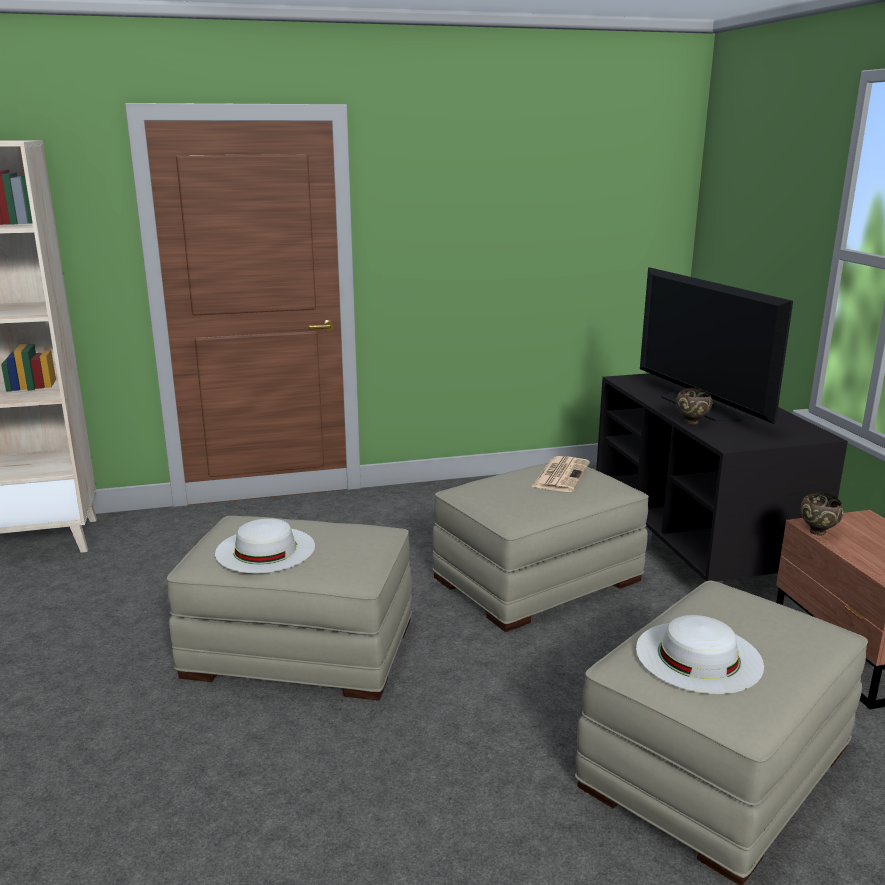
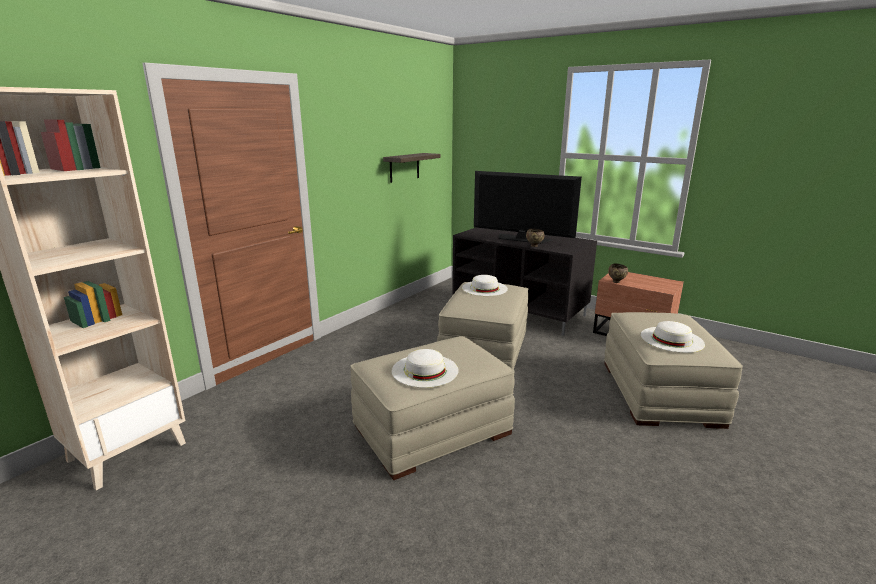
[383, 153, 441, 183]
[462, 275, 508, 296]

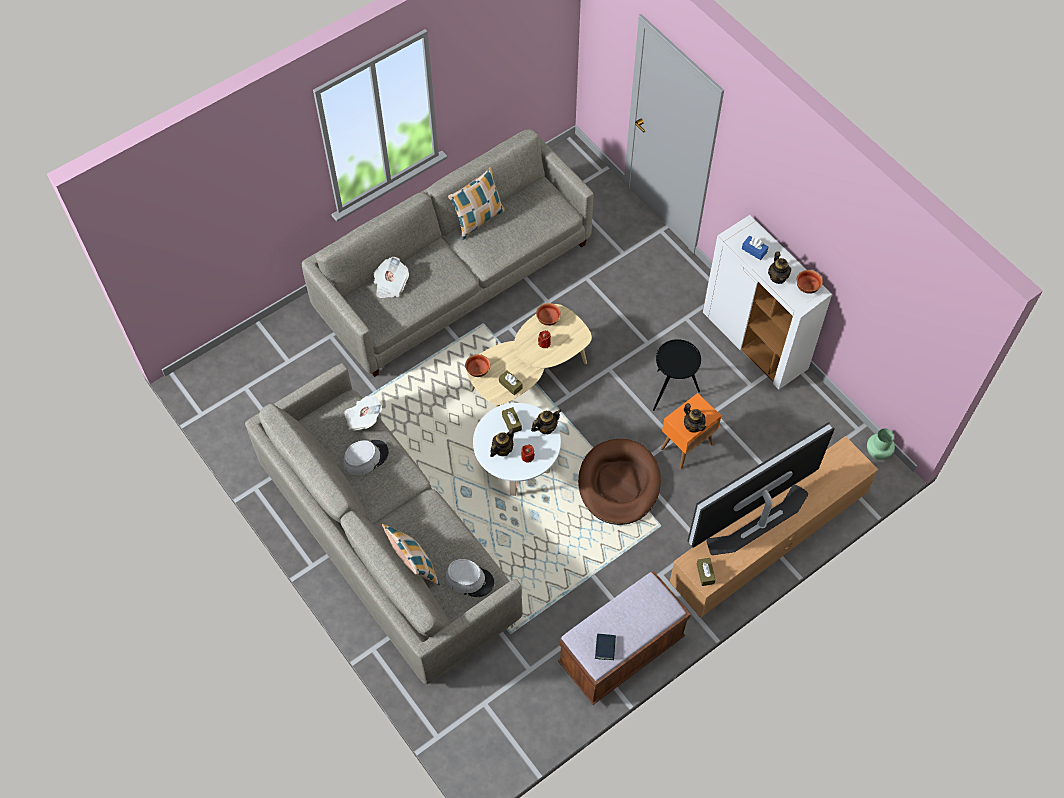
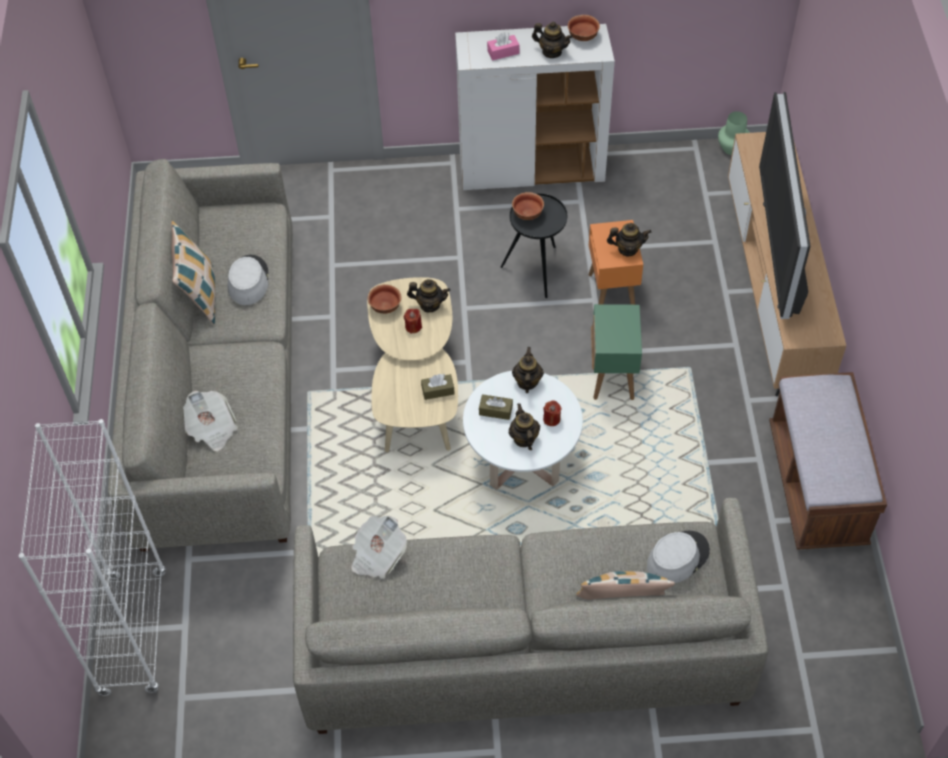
[19, 419, 166, 696]
[227, 255, 268, 305]
[407, 279, 450, 312]
[487, 32, 519, 61]
[512, 192, 544, 220]
[591, 304, 642, 400]
[595, 634, 616, 660] (first image)
[697, 558, 716, 586] (first image)

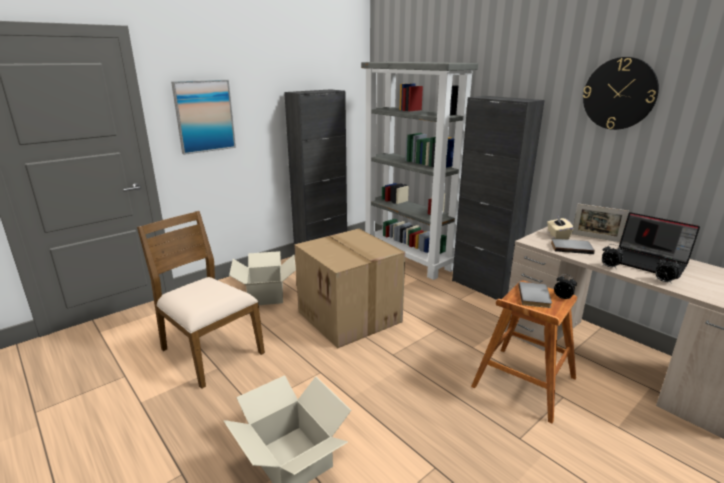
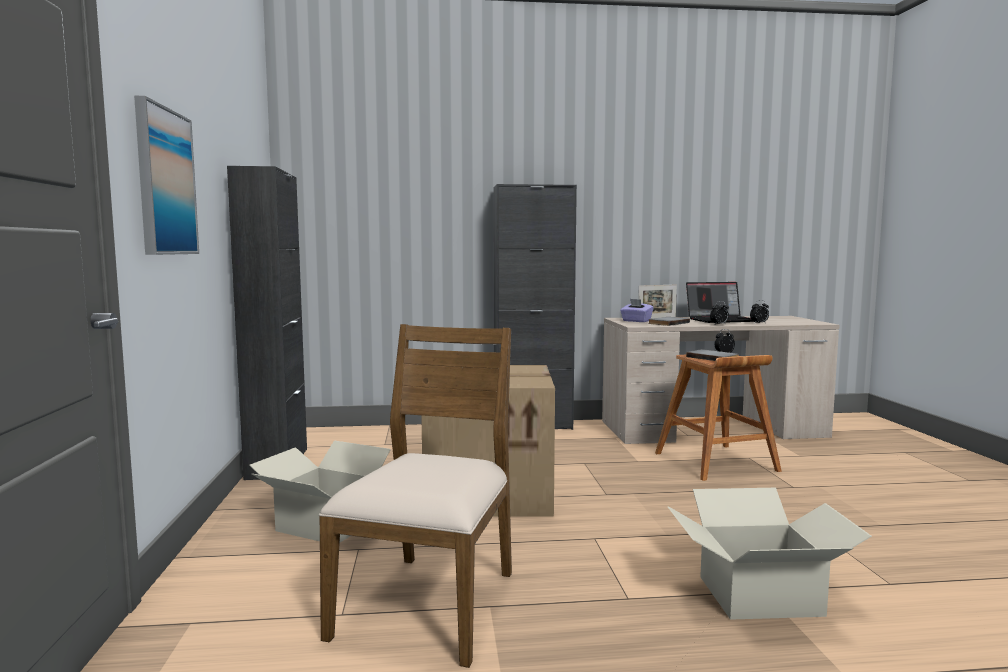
[319, 324, 512, 668]
[620, 299, 654, 322]
[361, 62, 478, 280] (first image)
[583, 57, 659, 130] (first image)

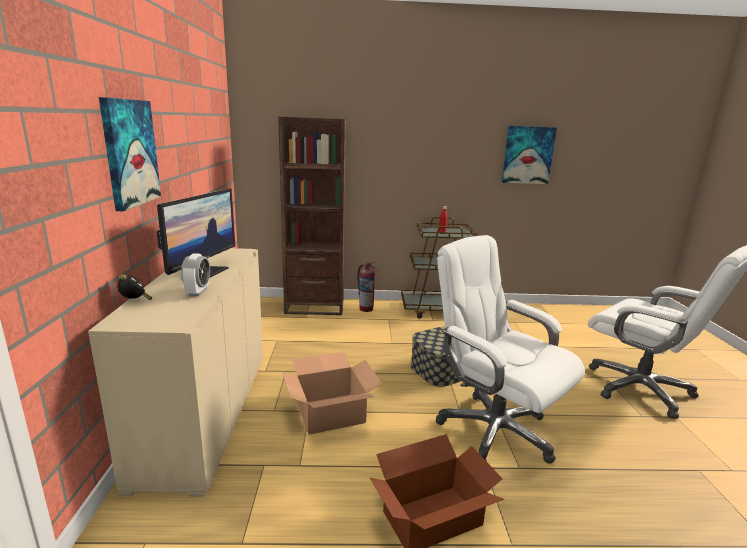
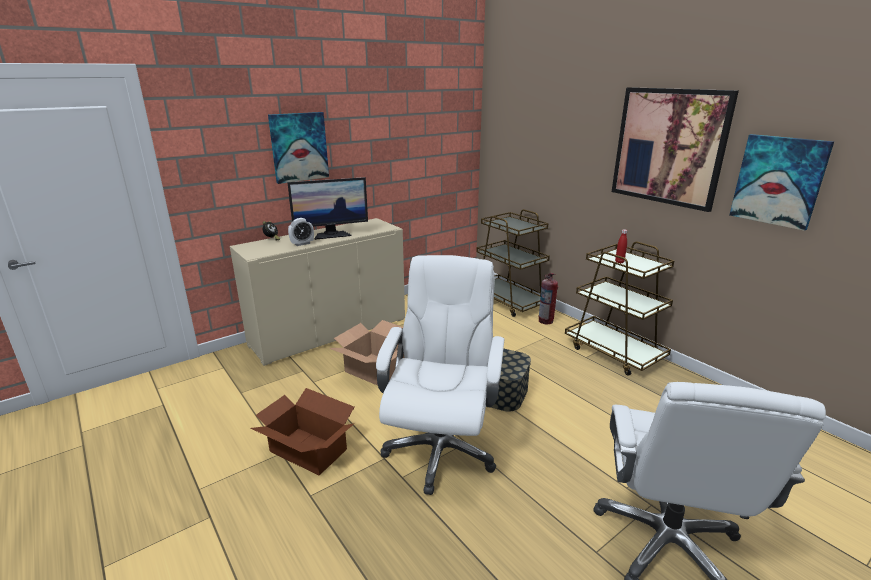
[476, 209, 550, 317]
[612, 87, 739, 212]

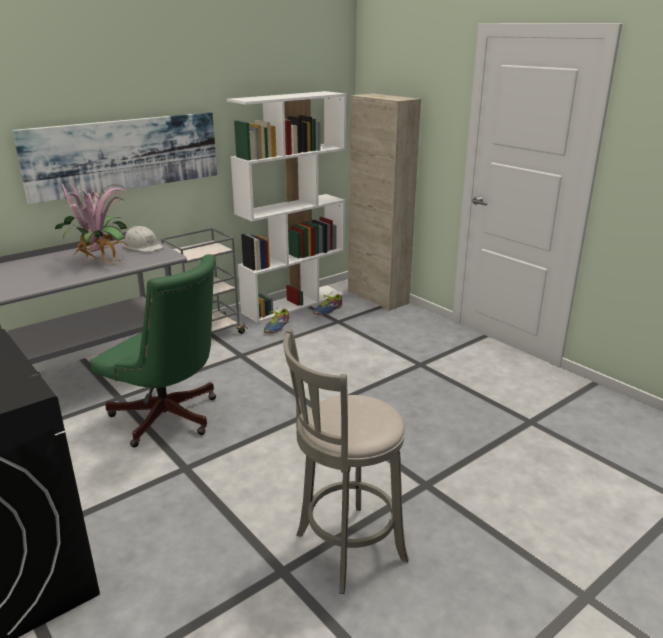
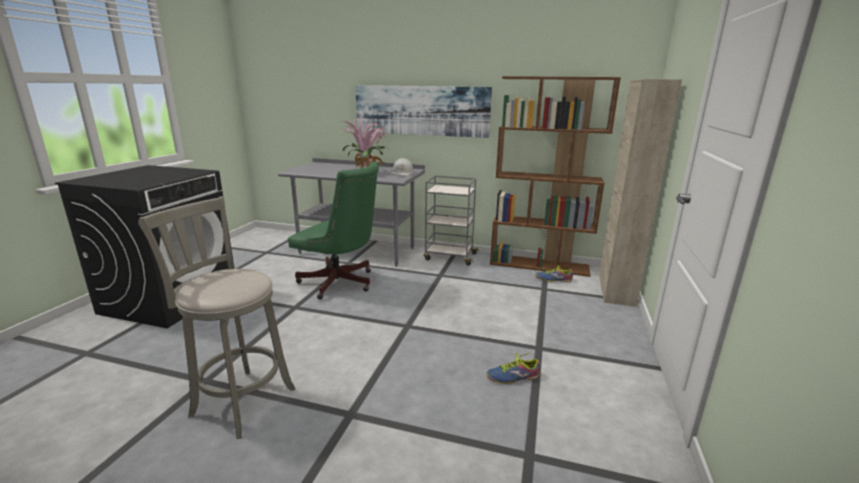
[288, 162, 379, 299]
[486, 353, 540, 384]
[490, 76, 621, 277]

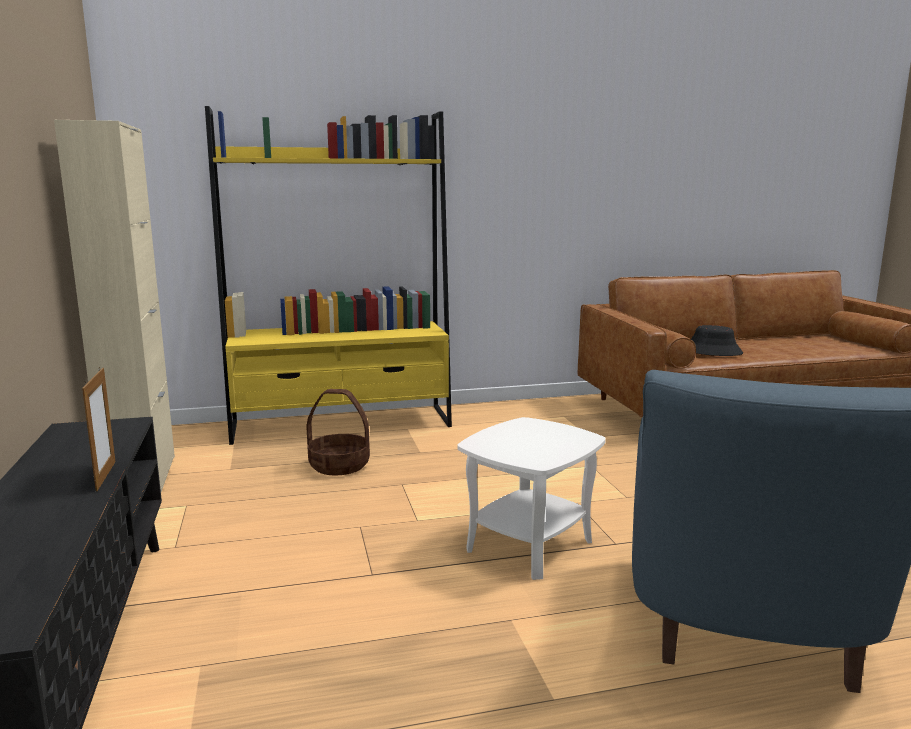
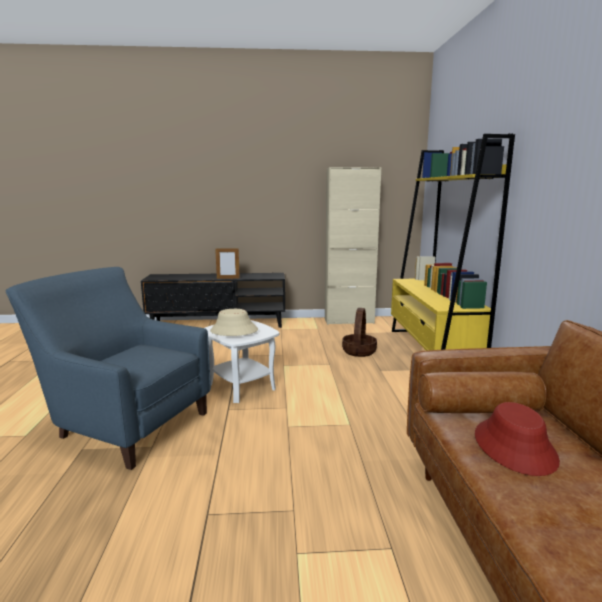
[210, 309, 258, 336]
[475, 402, 560, 476]

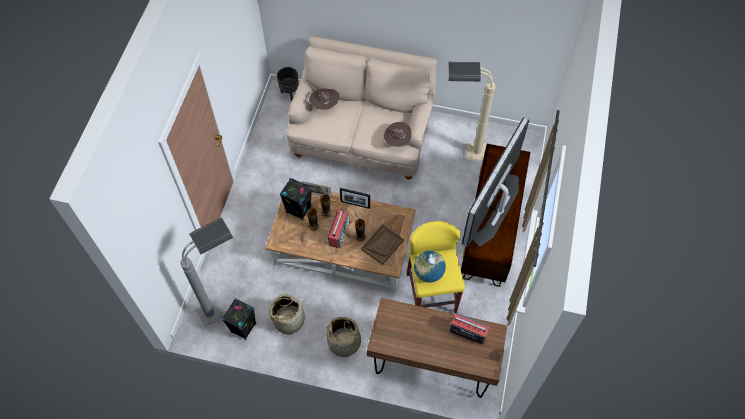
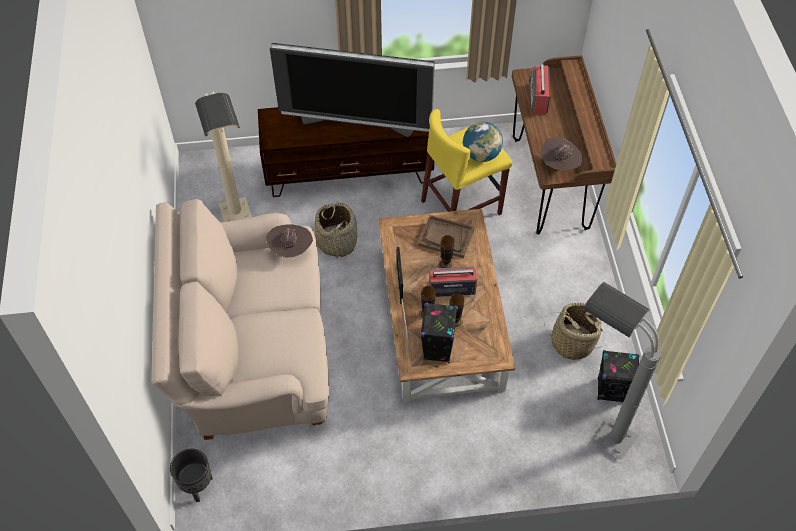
[315, 203, 357, 259]
[540, 138, 583, 170]

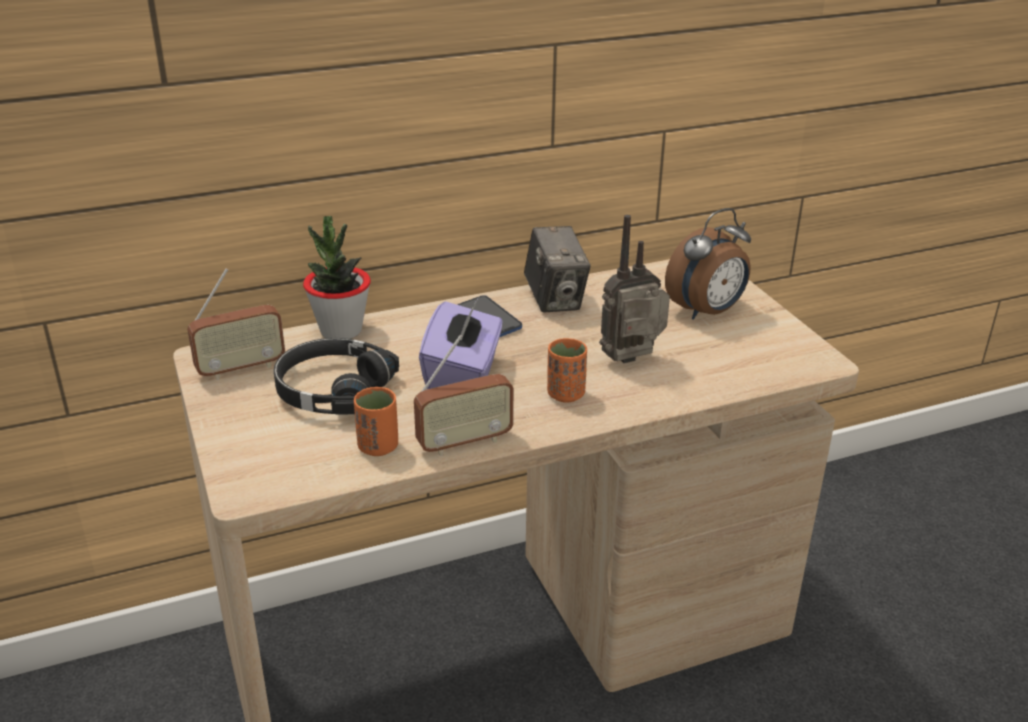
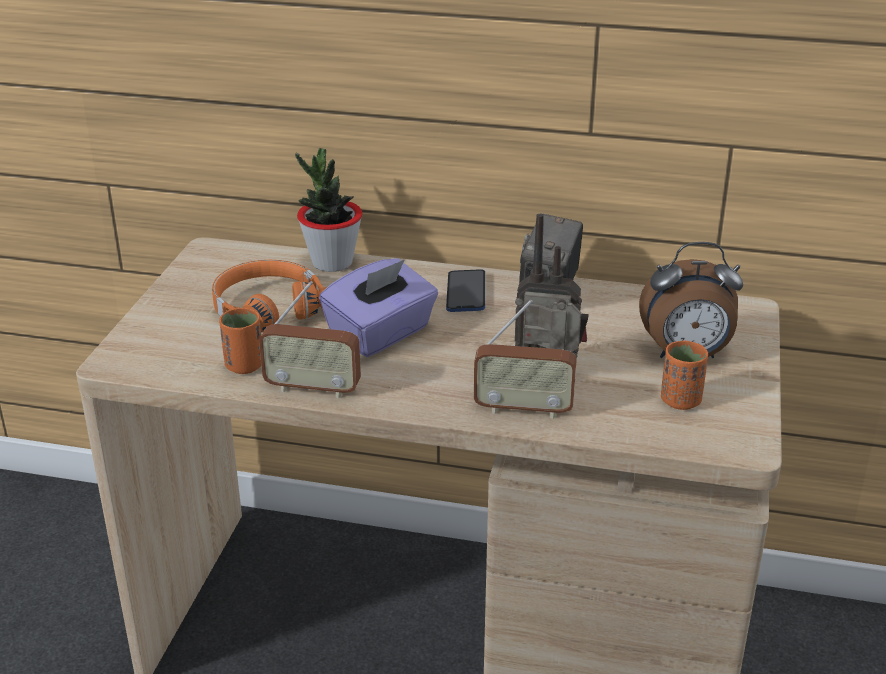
[212, 260, 327, 332]
[474, 300, 577, 419]
[661, 340, 708, 410]

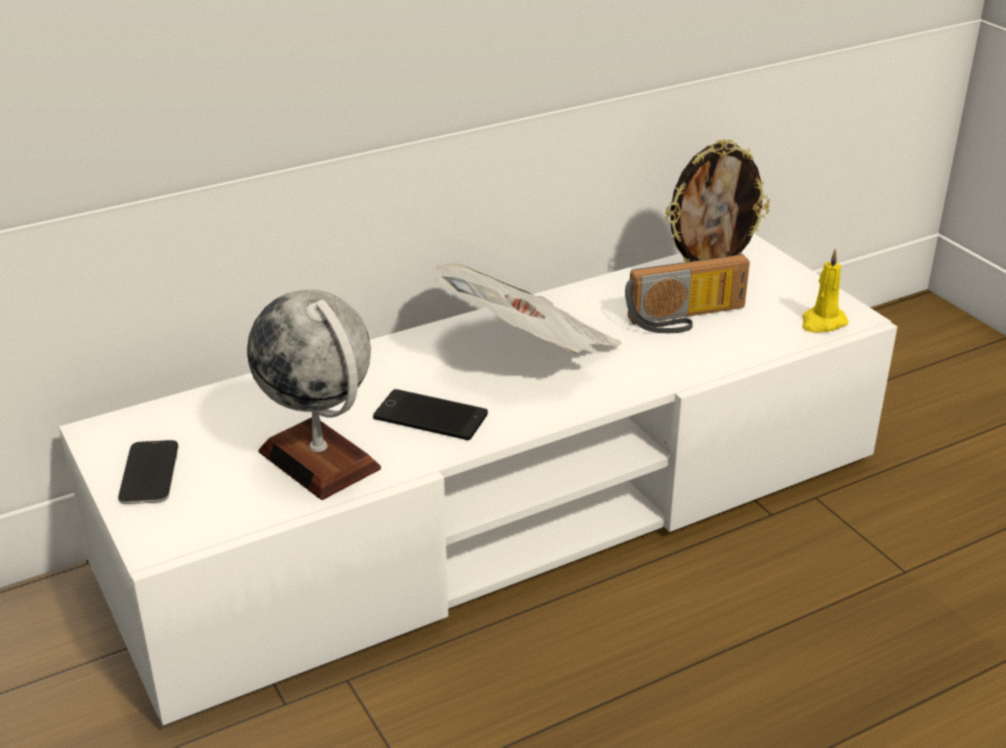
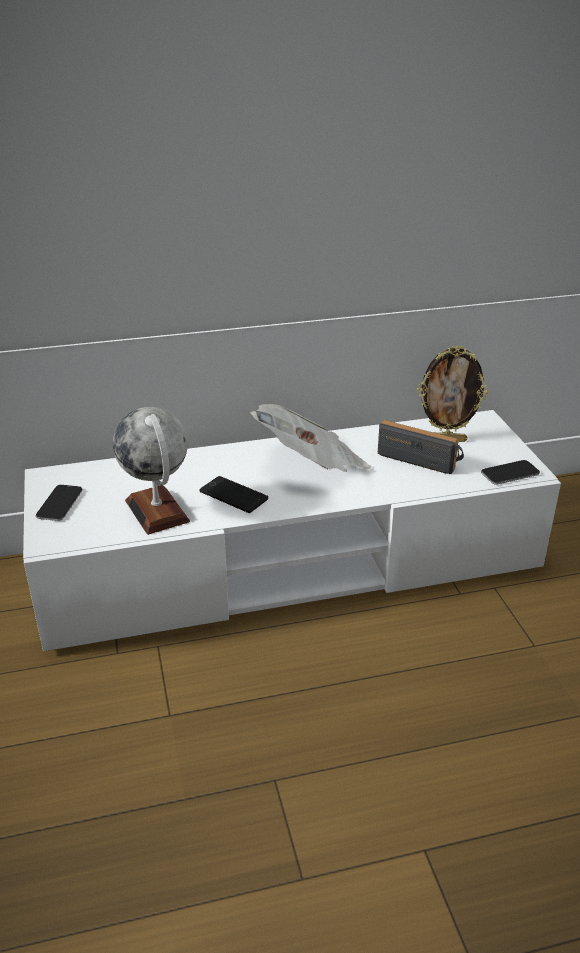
[378, 420, 464, 474]
[481, 460, 540, 485]

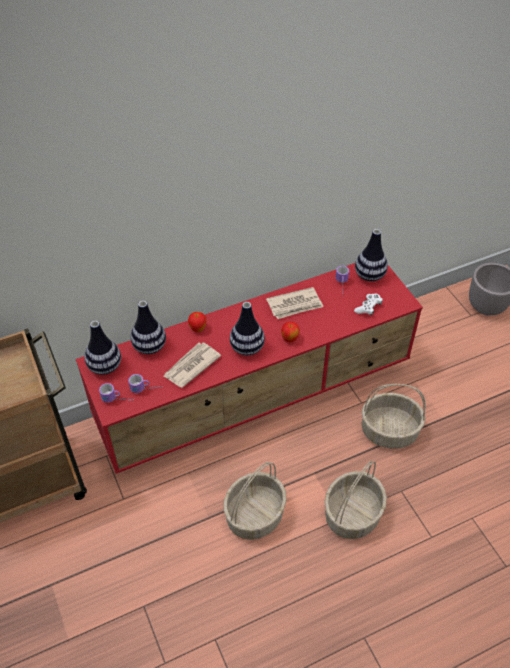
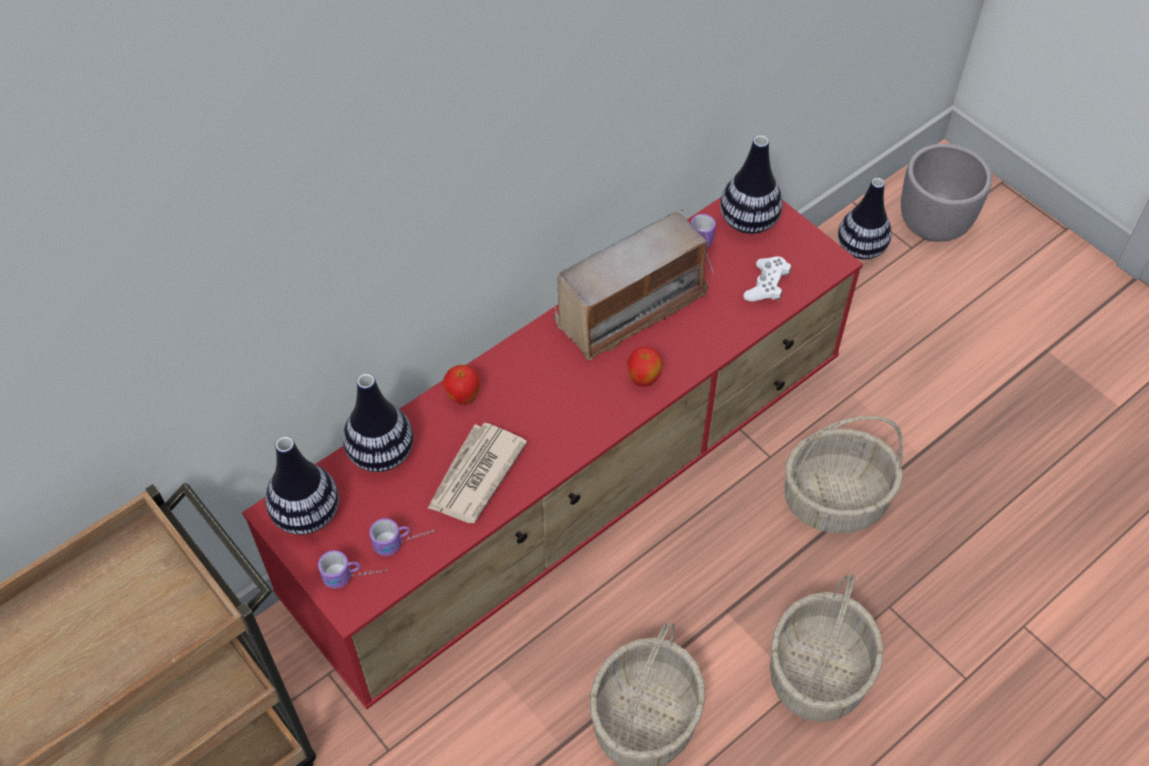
[554, 209, 708, 360]
[838, 178, 892, 260]

